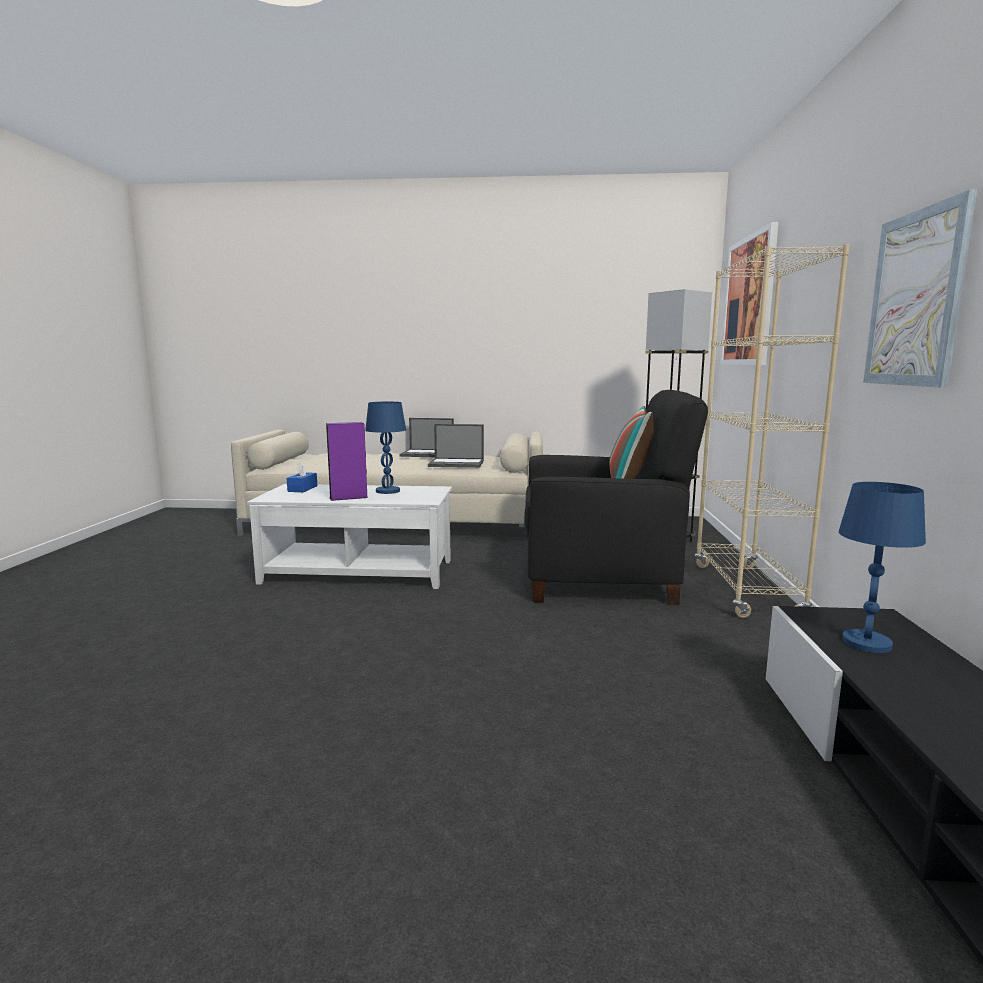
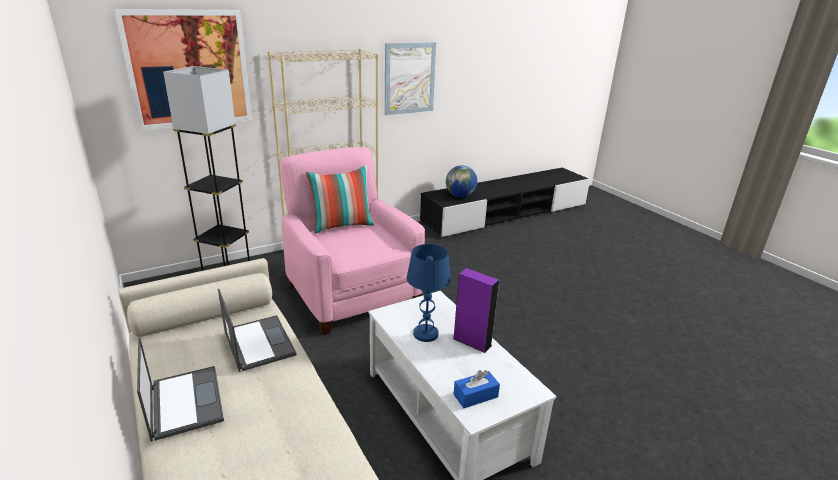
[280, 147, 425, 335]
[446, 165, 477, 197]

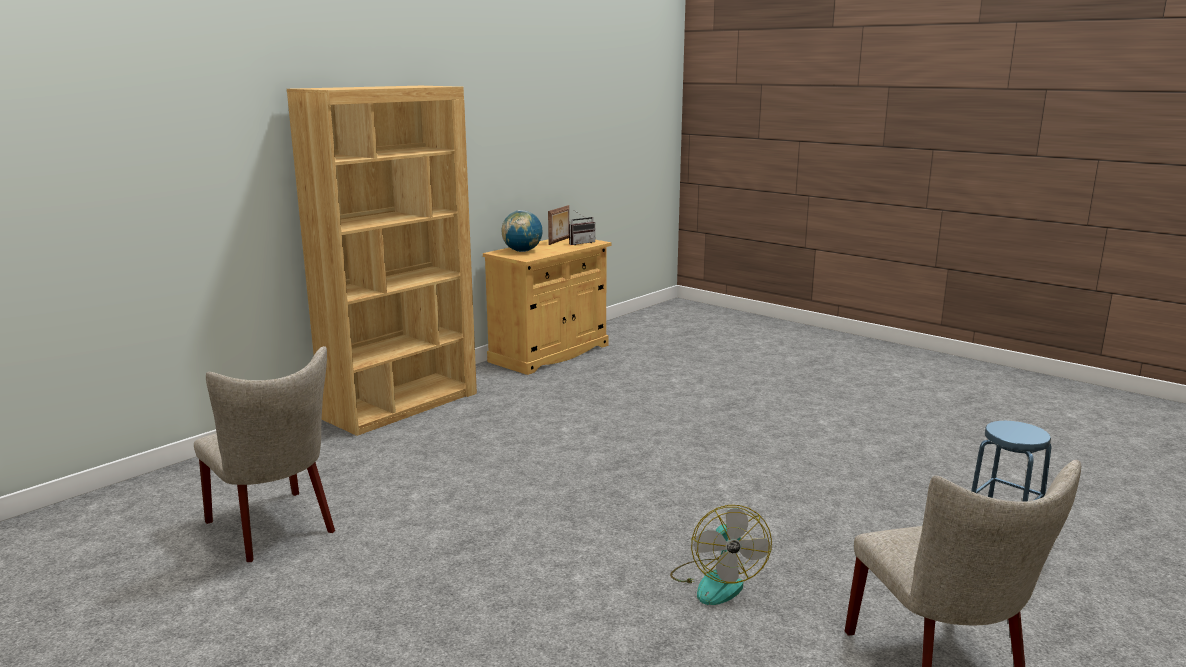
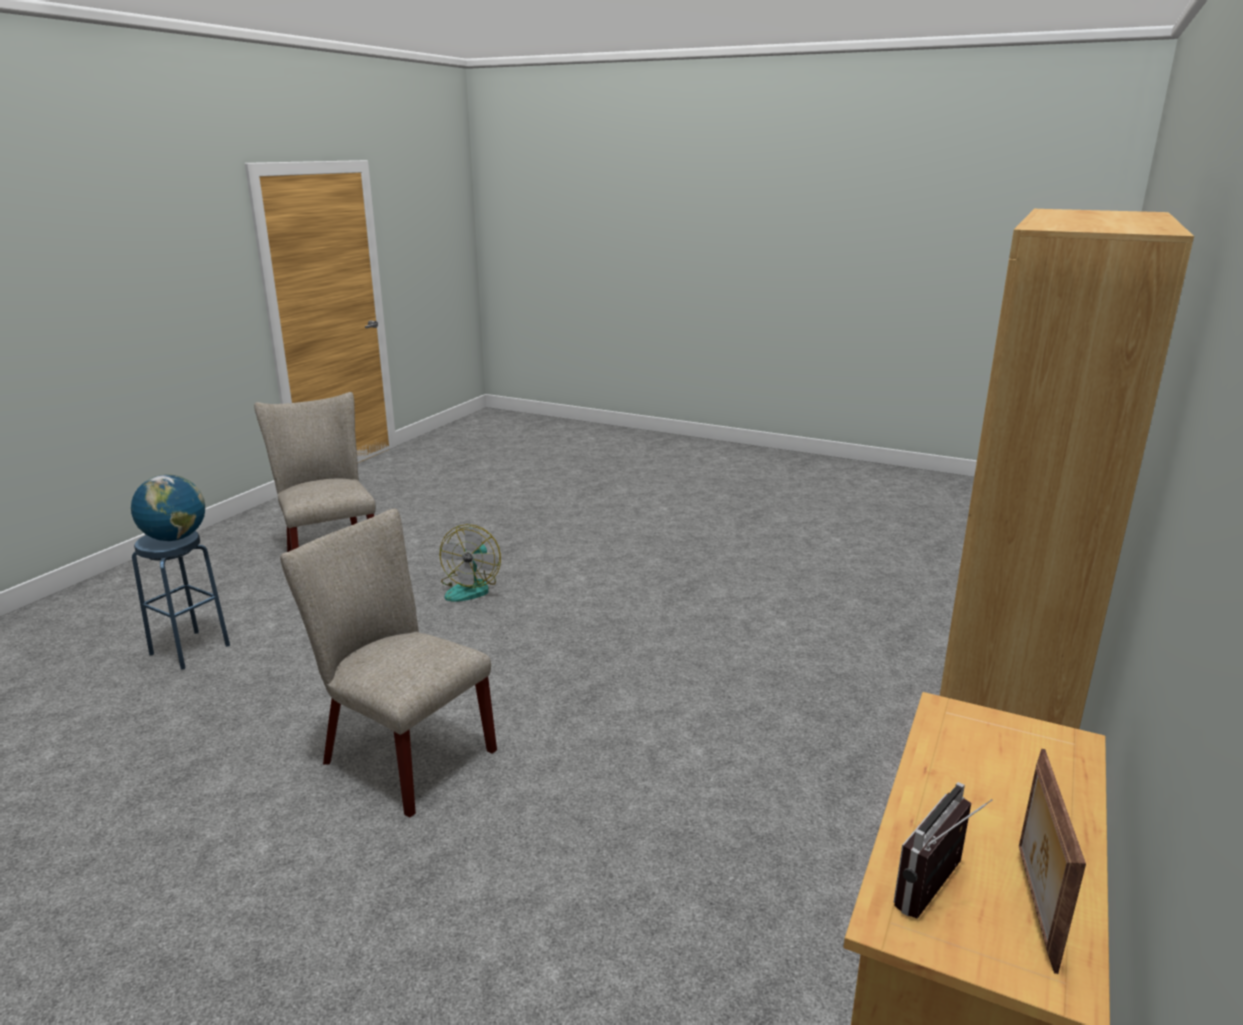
[131, 474, 205, 541]
[280, 508, 497, 817]
[440, 524, 501, 602]

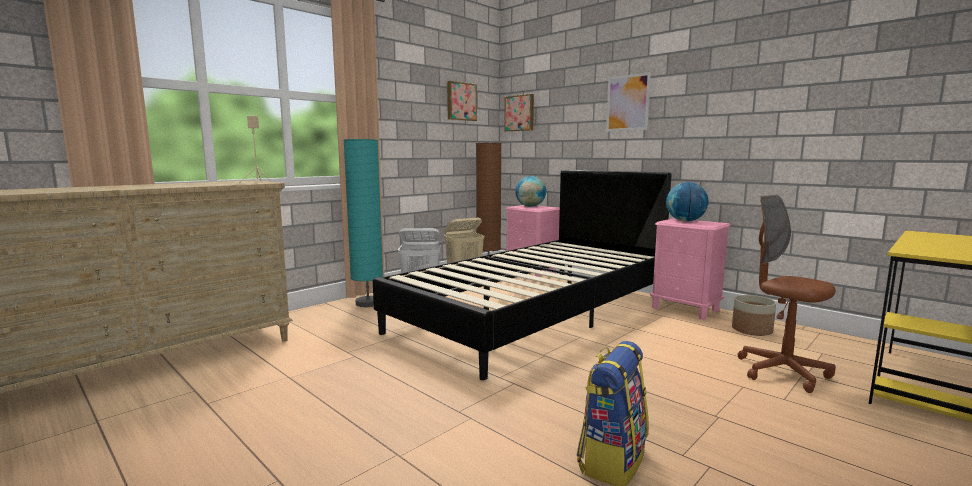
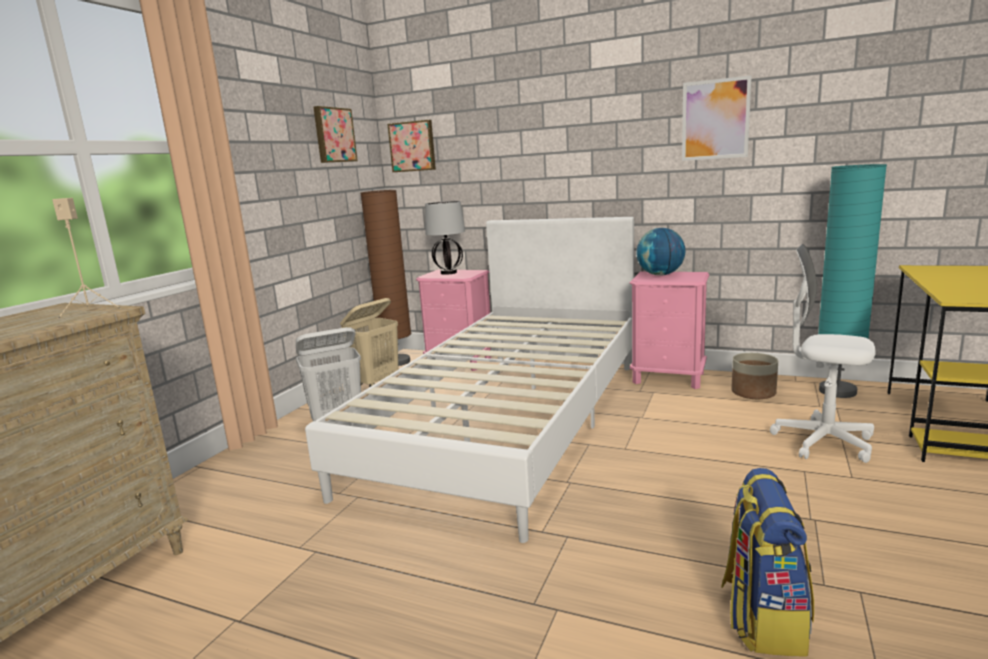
[305, 217, 634, 543]
[425, 201, 465, 275]
[682, 75, 752, 161]
[770, 244, 875, 463]
[818, 164, 887, 398]

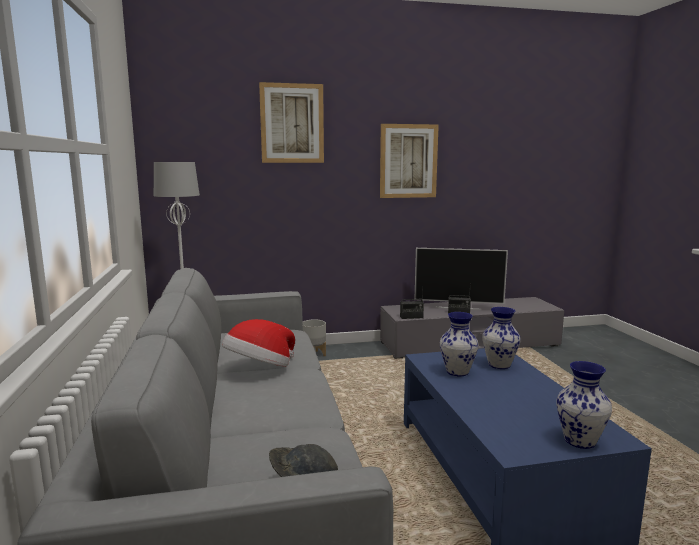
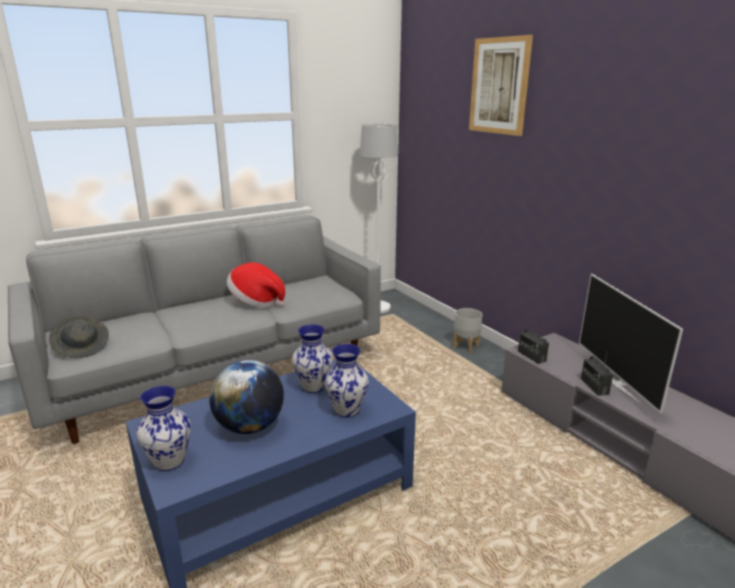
[209, 360, 284, 434]
[380, 124, 439, 198] (first image)

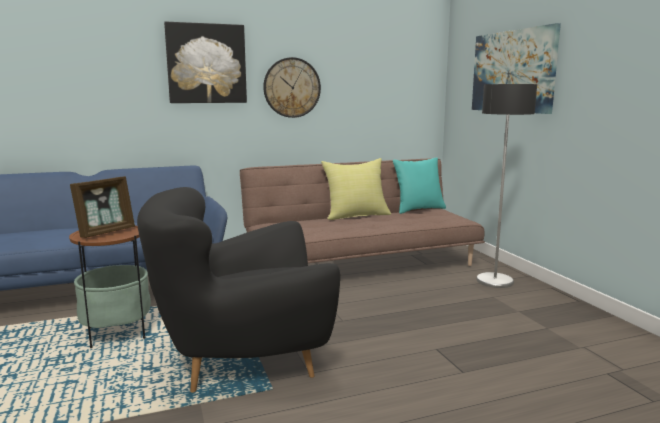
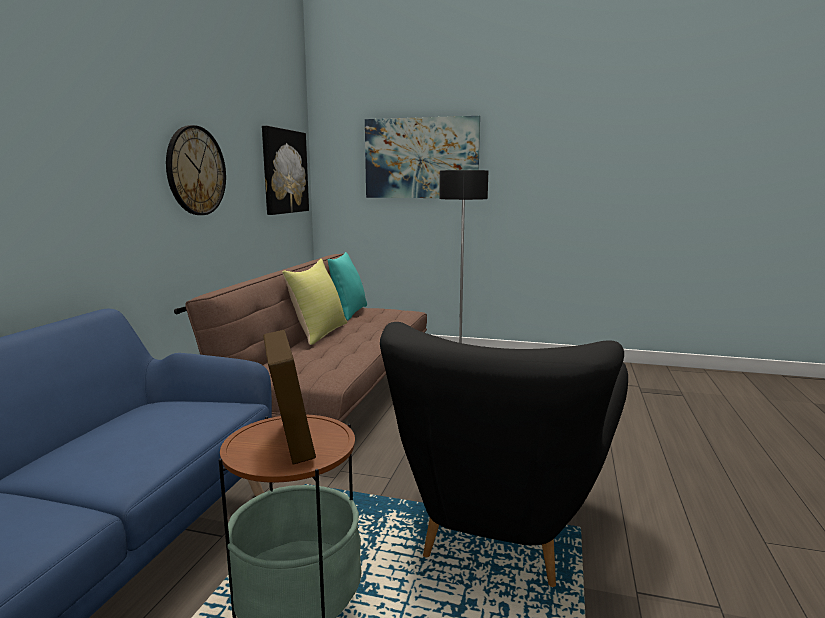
[262, 126, 309, 215]

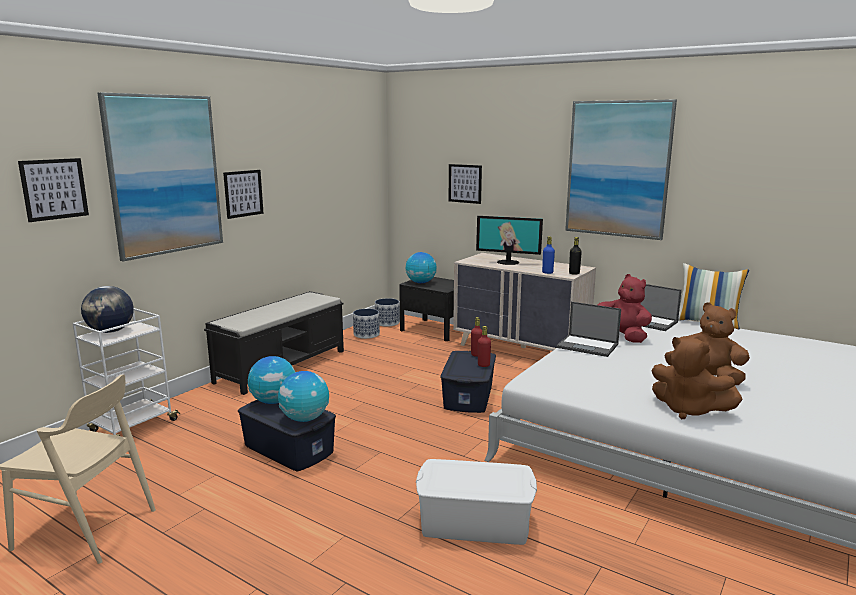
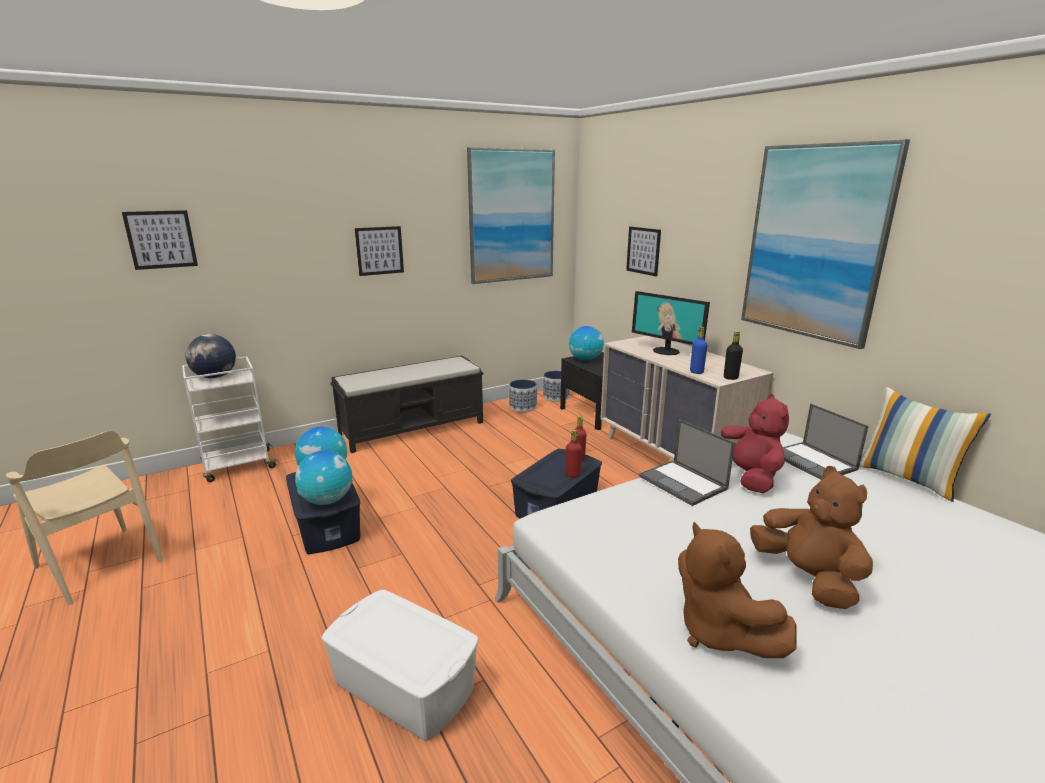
[467, 147, 555, 284]

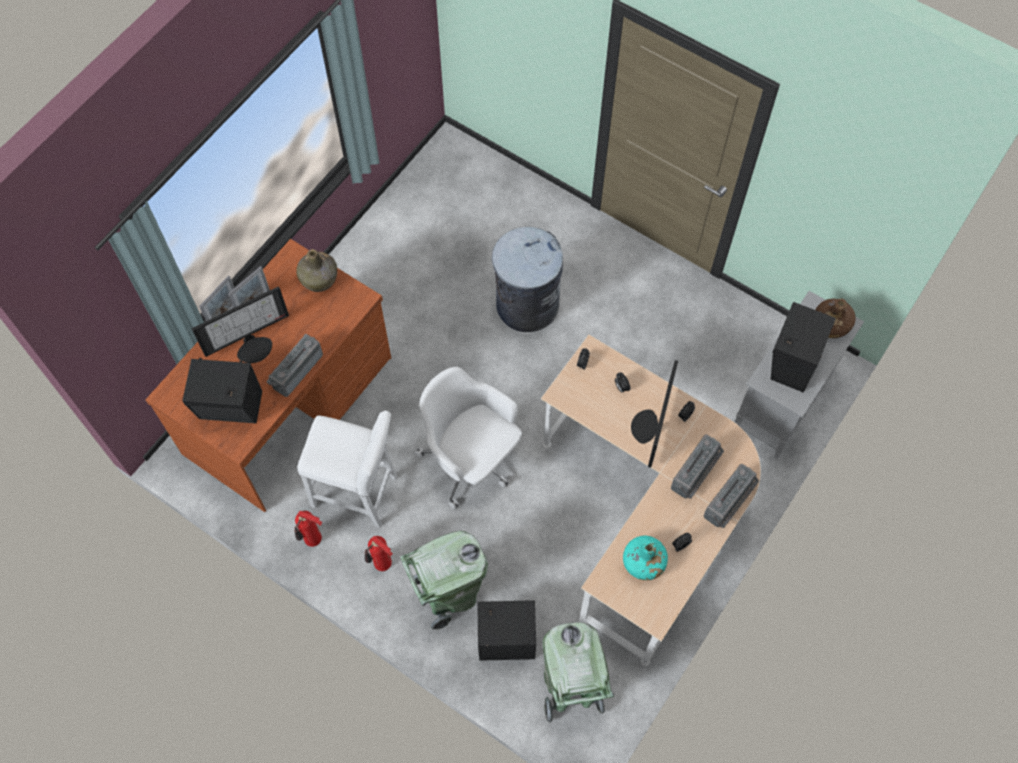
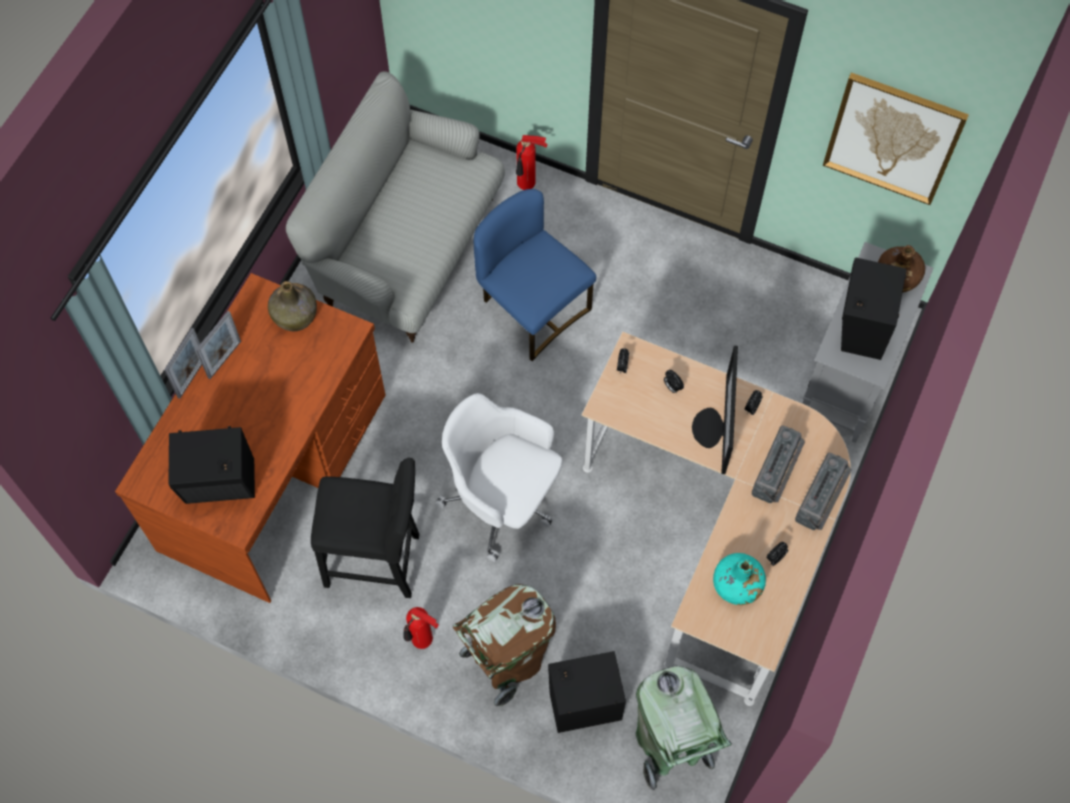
[286, 71, 505, 343]
[311, 458, 419, 598]
[453, 584, 556, 706]
[474, 189, 596, 361]
[516, 135, 548, 190]
[823, 73, 969, 205]
[192, 286, 289, 363] (first image)
[266, 334, 323, 397] (first image)

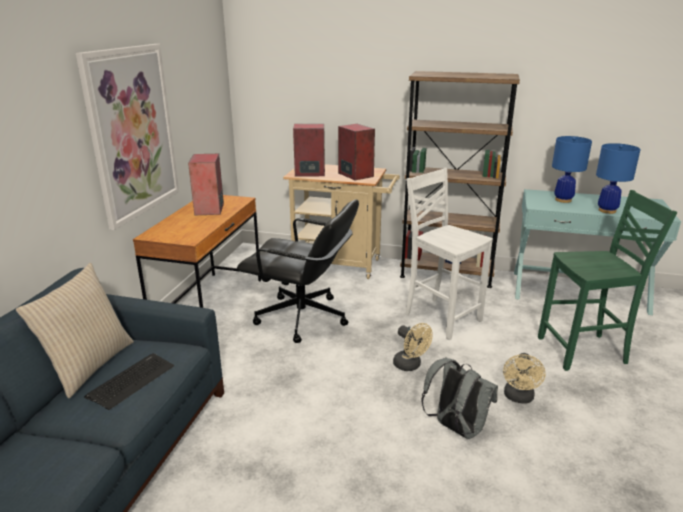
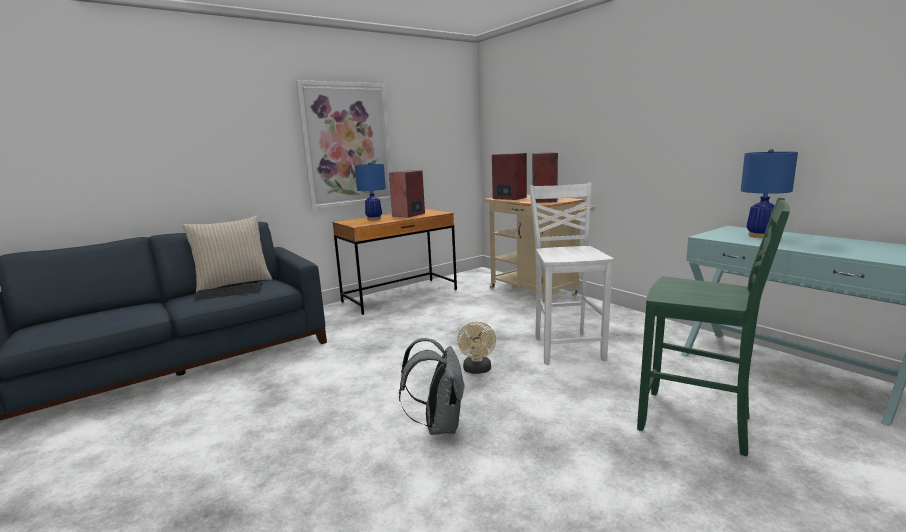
[355, 162, 386, 220]
[237, 199, 359, 343] (first image)
[400, 71, 520, 288] (first image)
[503, 353, 546, 403] (first image)

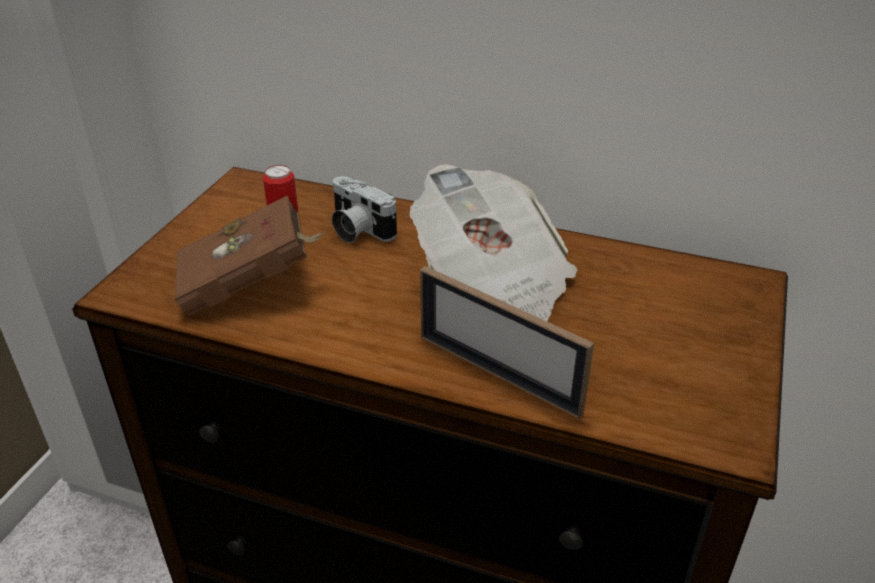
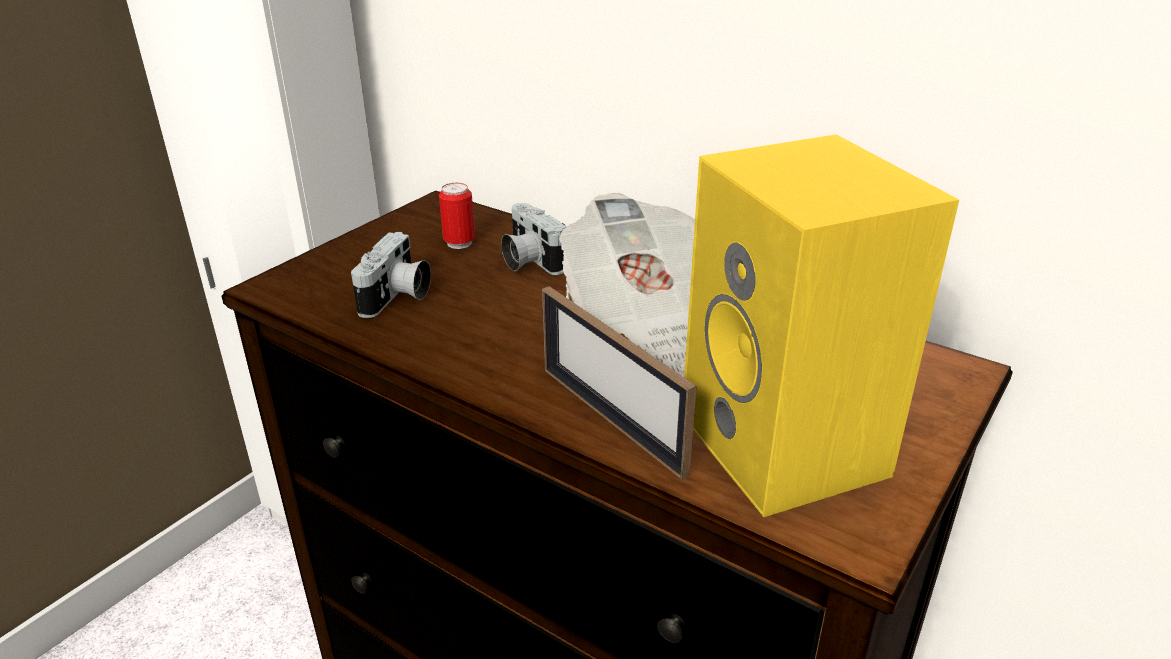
[351, 232, 431, 318]
[684, 134, 959, 517]

